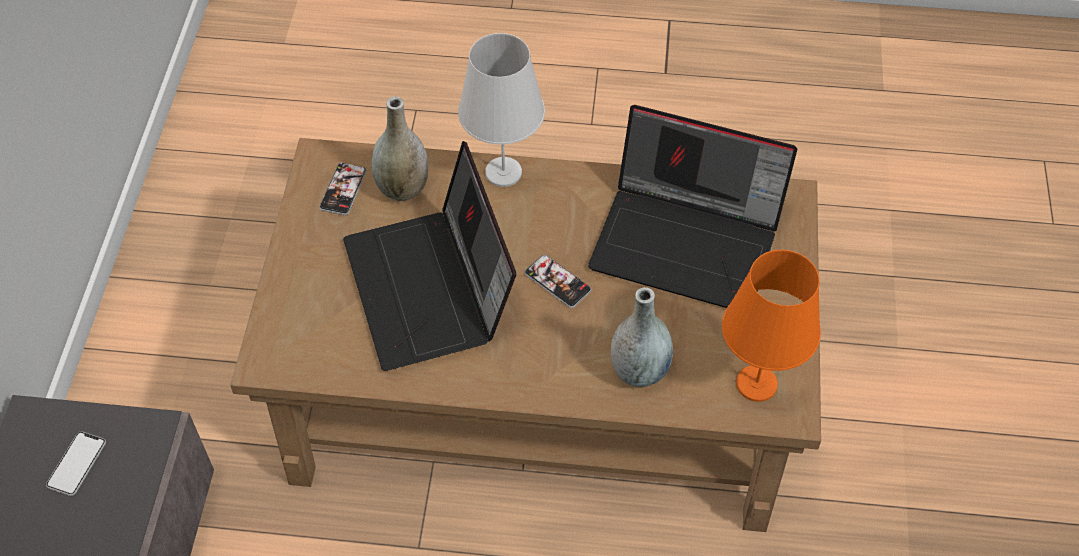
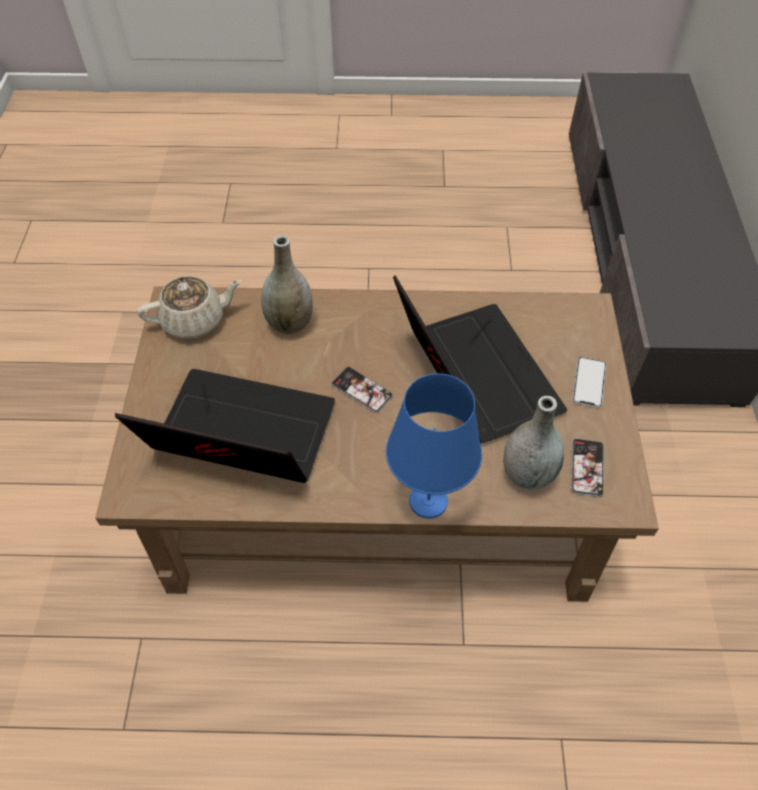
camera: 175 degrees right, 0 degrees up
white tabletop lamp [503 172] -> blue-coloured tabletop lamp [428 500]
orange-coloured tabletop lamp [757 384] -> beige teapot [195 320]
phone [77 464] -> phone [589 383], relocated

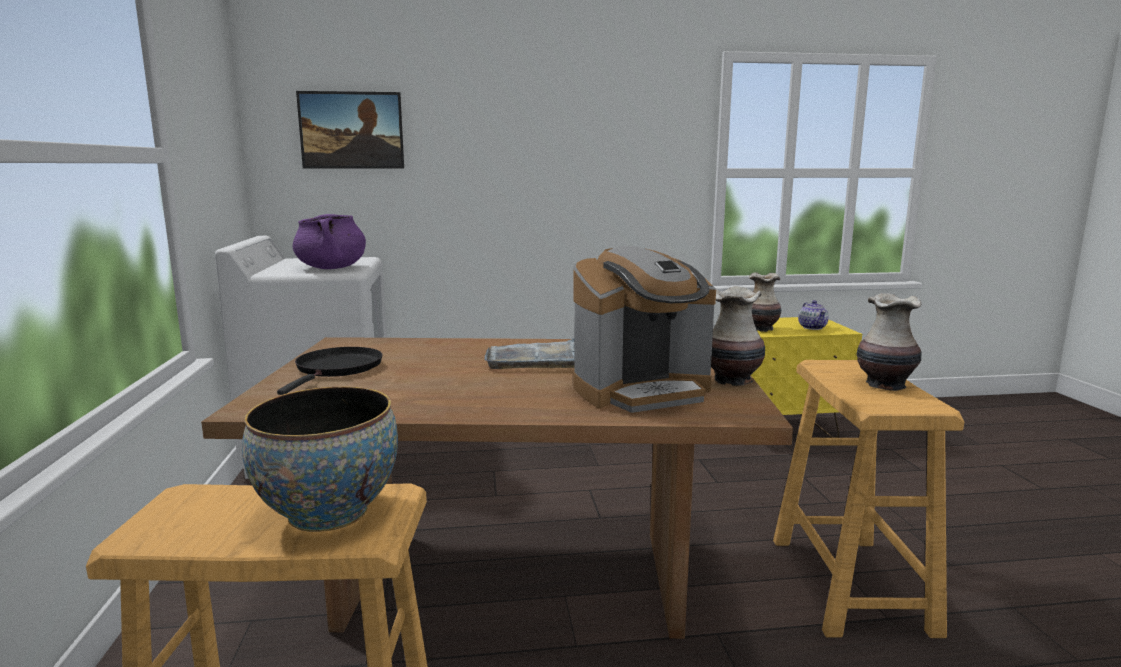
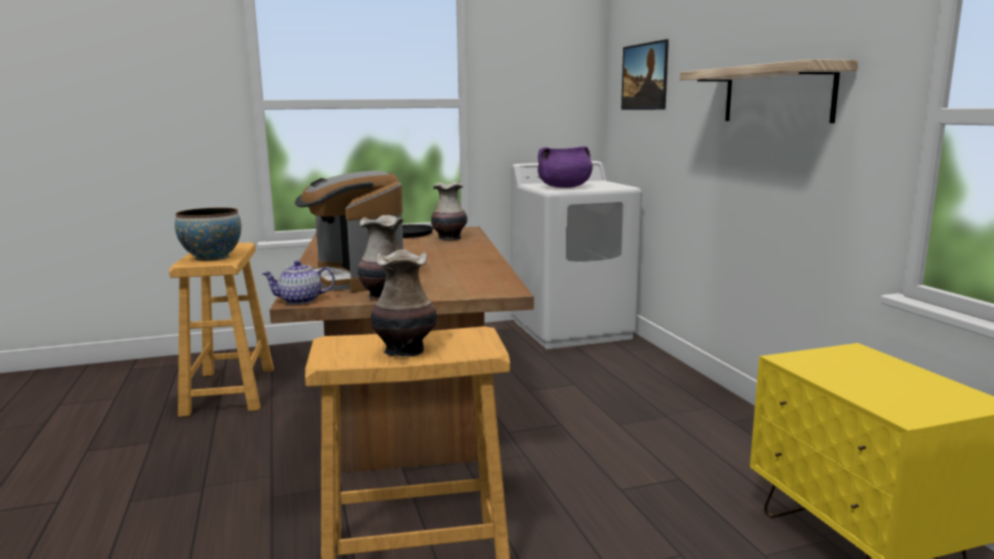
camera: 80 degrees right, 0 degrees up
decorative vase [761 329] -> decorative vase [449 238], relocated
teapot [812 327] -> teapot [301 300], relocated
greyish serving tray [538 358] -> none
none -> bracket shelf [777 94]

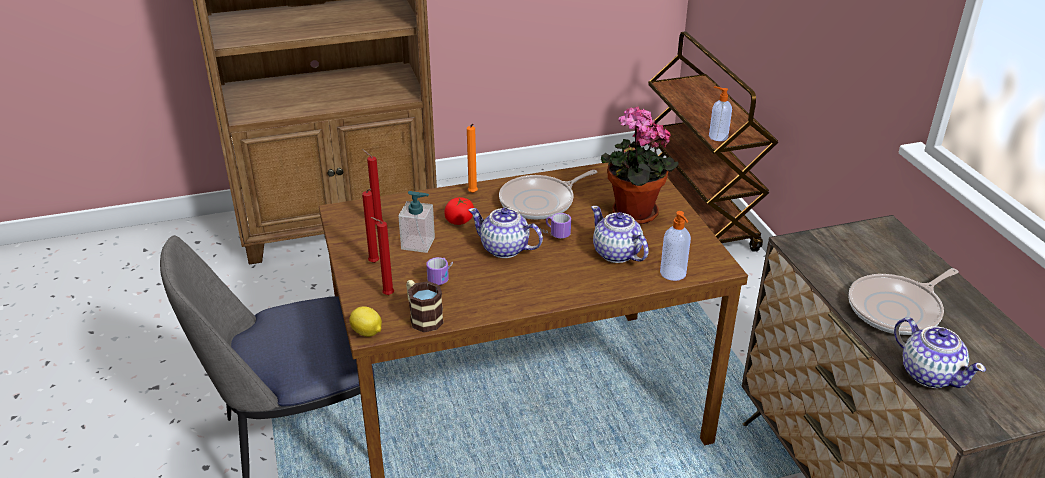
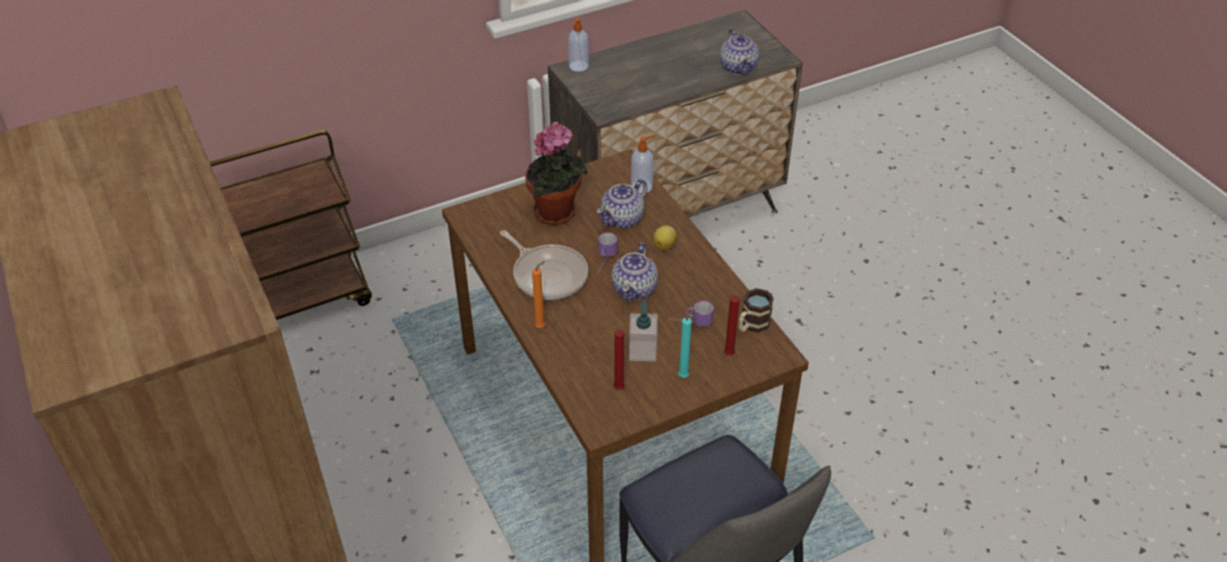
camera: 100 degrees left, 10 degrees up
liquid soap bottle [717 136] -> liquid soap bottle [578 66], relocated
red-coloured wax candle [375 263] -> turquoise wax candle [684 375]
whole tomato [459 221] -> none
frying pan [897 309] -> none
whole lemon [367 333] -> whole lemon [665 245], relocated
teapot [929 374] -> teapot [738 67], 120 degrees clockwise

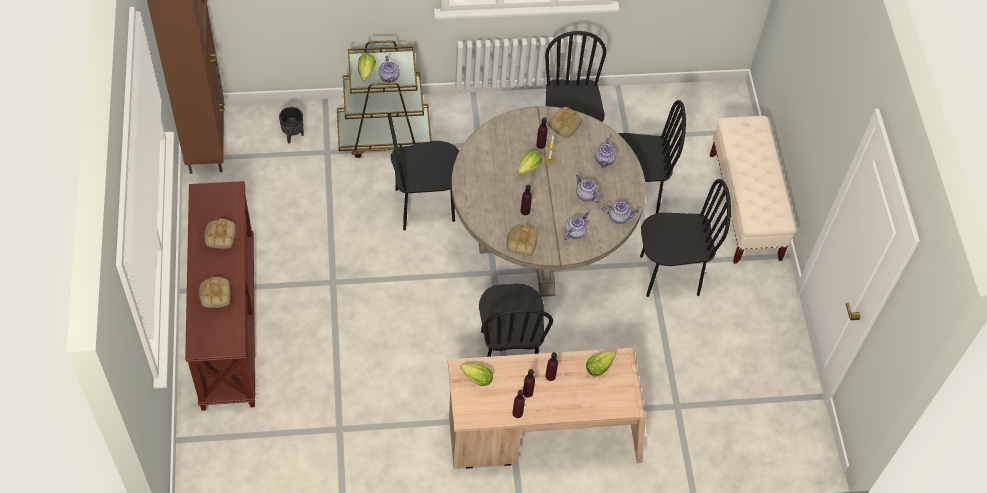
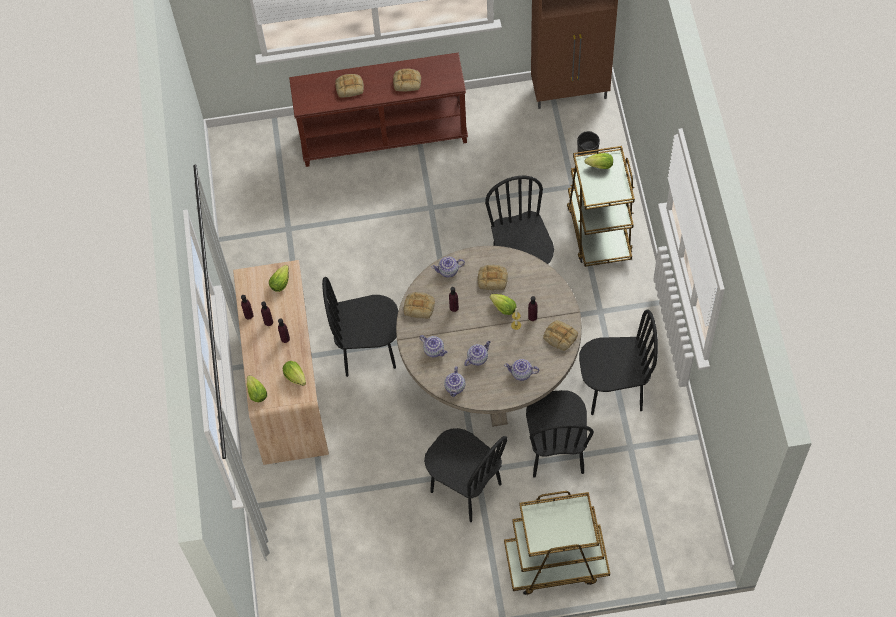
camera: 95 degrees right, 5 degrees up
teapot [389 76] -> teapot [448 270], relocated
beige long seat [745 207] -> brownish wheeled cart [555 562]
black plain chair [669 274] -> black plain chair [465 488], 45 degrees counterclockwise
none -> baked bread [493 279]
none -> lettuce head [256 392]

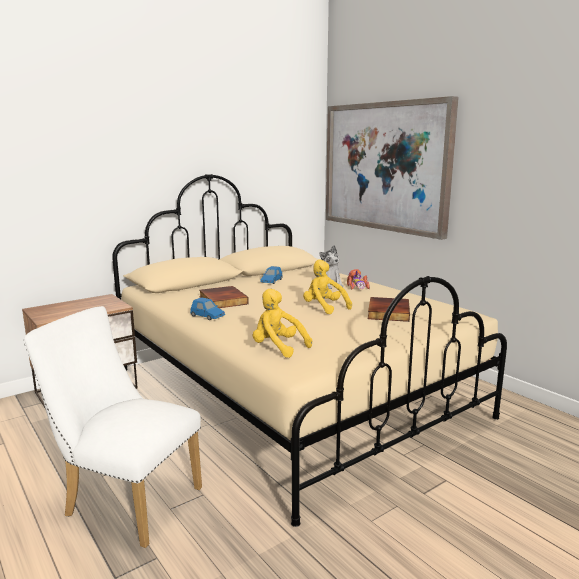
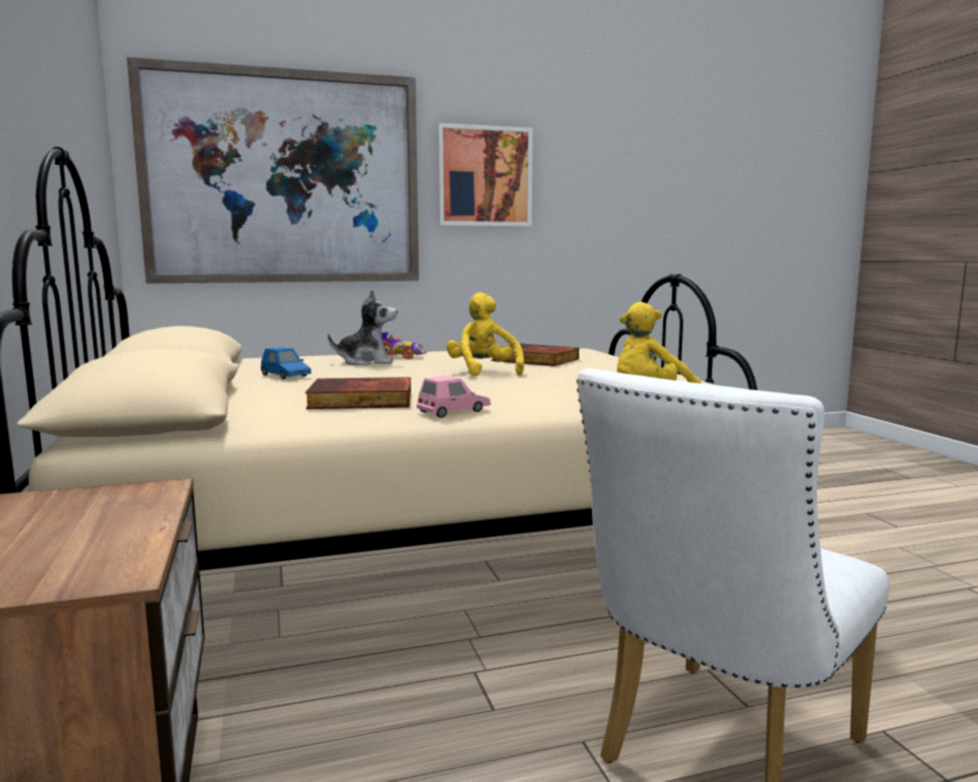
camera: 70 degrees left, 5 degrees down
yellow cuddly toy [324 308] -> yellow cuddly toy [483 372], 90 degrees clockwise
blue-coloured toy car [207 316] -> pinkish toy car [453 411]
none -> wall picture [484 176]

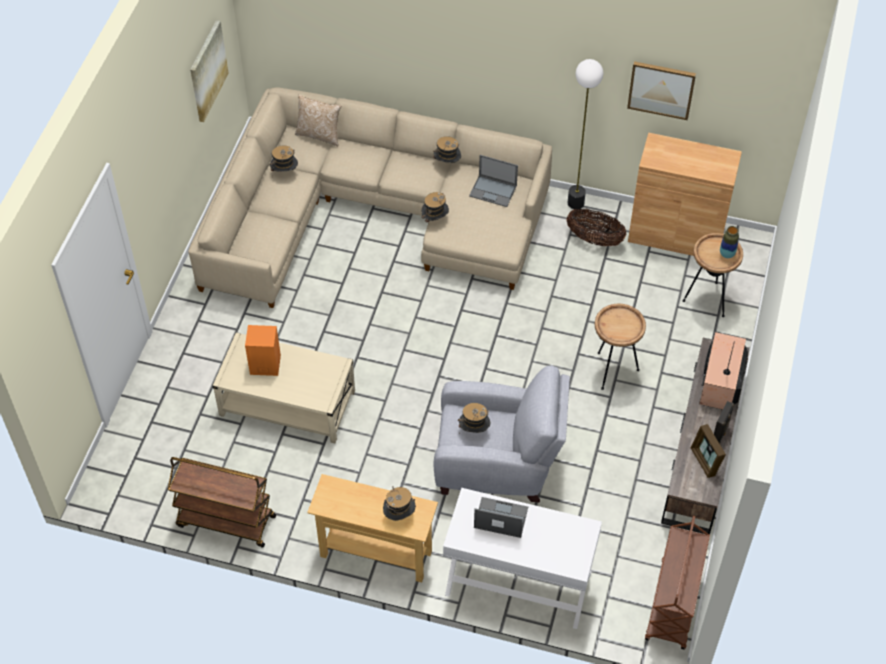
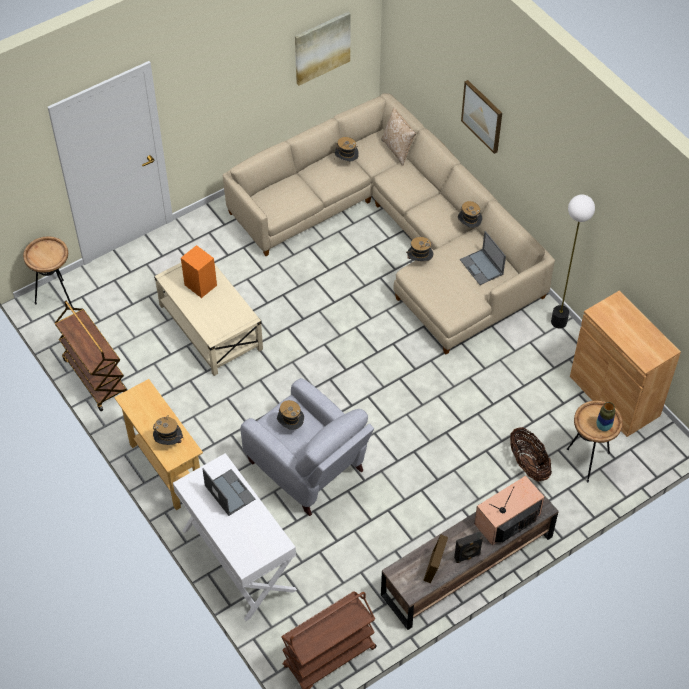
camera: 40 degrees right, 0 degrees up
wall picture [661 89] -> wall picture [482 116], relocated
household basket [594 239] -> household basket [528 464], relocated
brownish side table [613 370] -> brownish side table [57 297], relocated

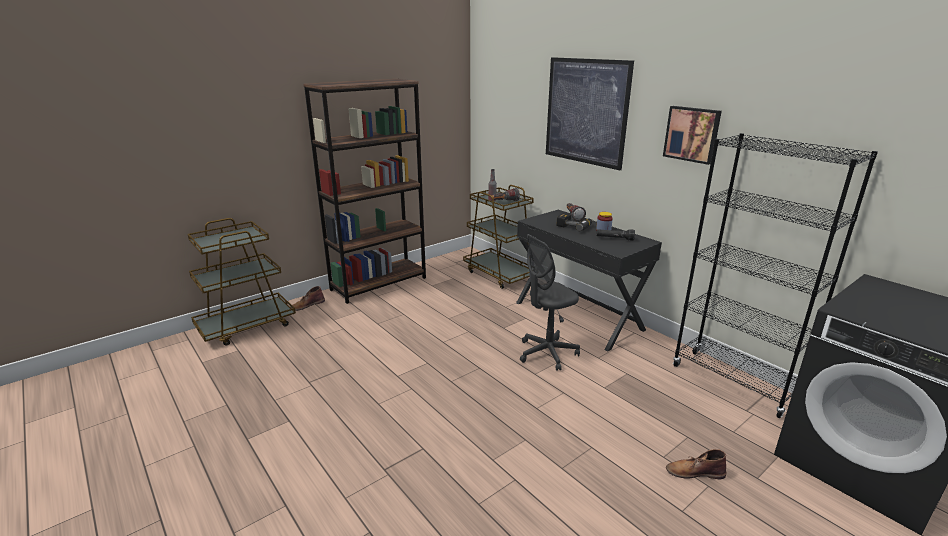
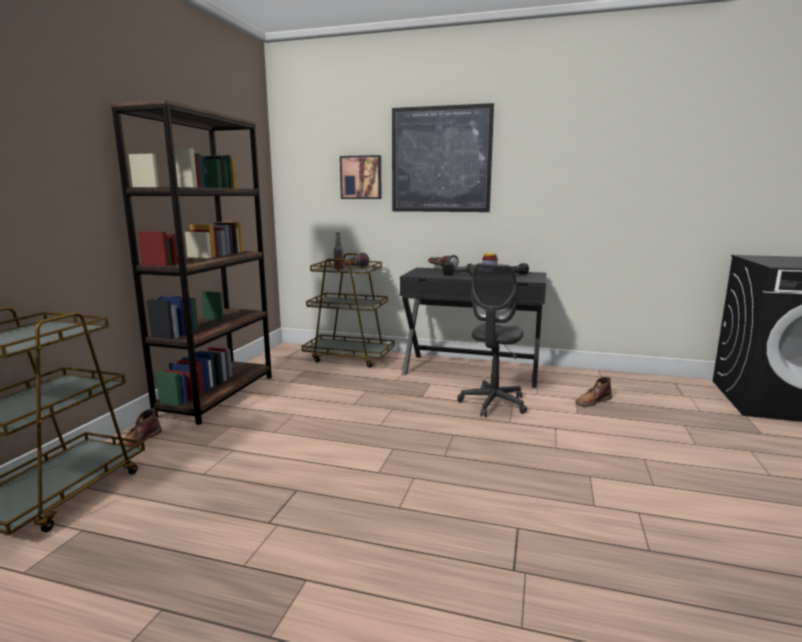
camera: 35 degrees left, 10 degrees down
wall picture [692 134] -> wall picture [361 177], relocated
black bookcase [733 382] -> none
brownish high-top boot [694 472] -> brownish high-top boot [592 401], relocated

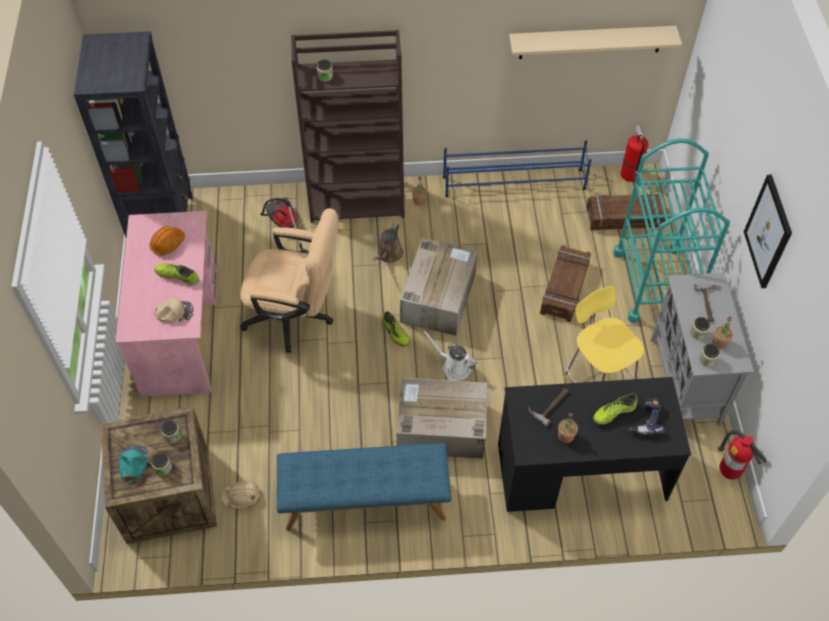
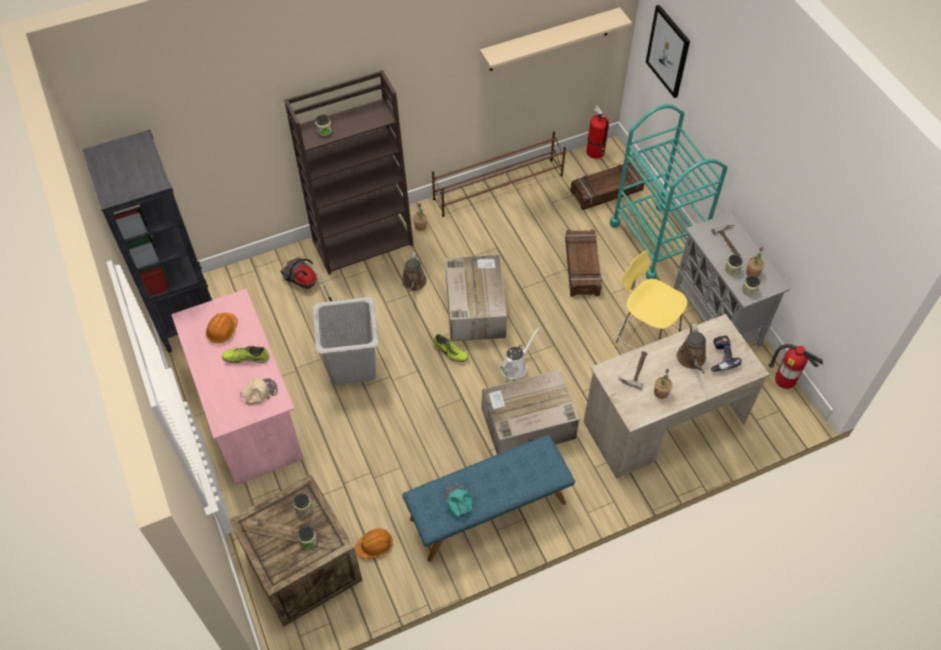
camera: 20 degrees left, 0 degrees up
blue-coloured shoe shelf [514 183] -> brownish shoe shelf [499 187]
wall picture [768 232] -> wall picture [668 51], relocated
beige office chair [296 317] -> greyish washing basket [353 365]
white sprinkling can [454 367] -> white sprinkling can [515 366], 120 degrees clockwise
black desk [580 472] -> beige desk [663 423]
shoe [613 412] -> brownish sprinkling can [691 359]
turquoise peaked cap [133 464] -> turquoise peaked cap [458 502], relocated
beige work helmet [242 497] -> orange-coloured work helmet [375 545]

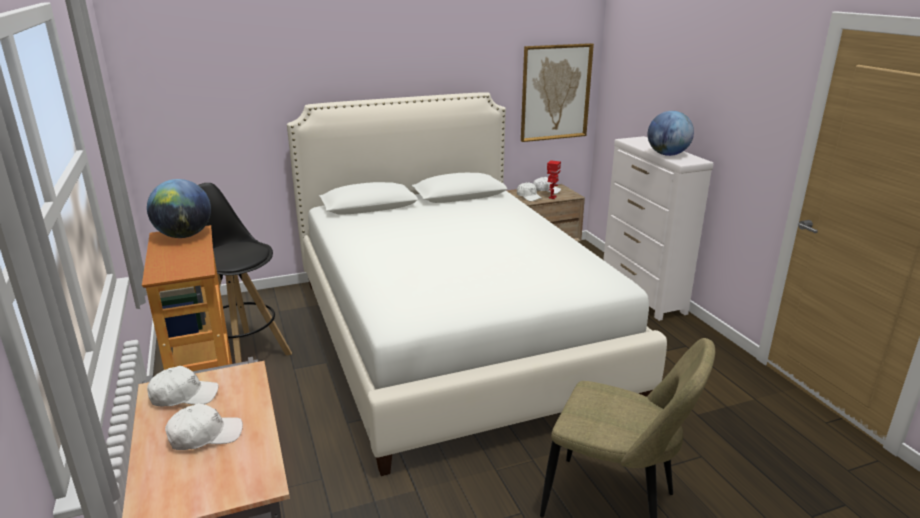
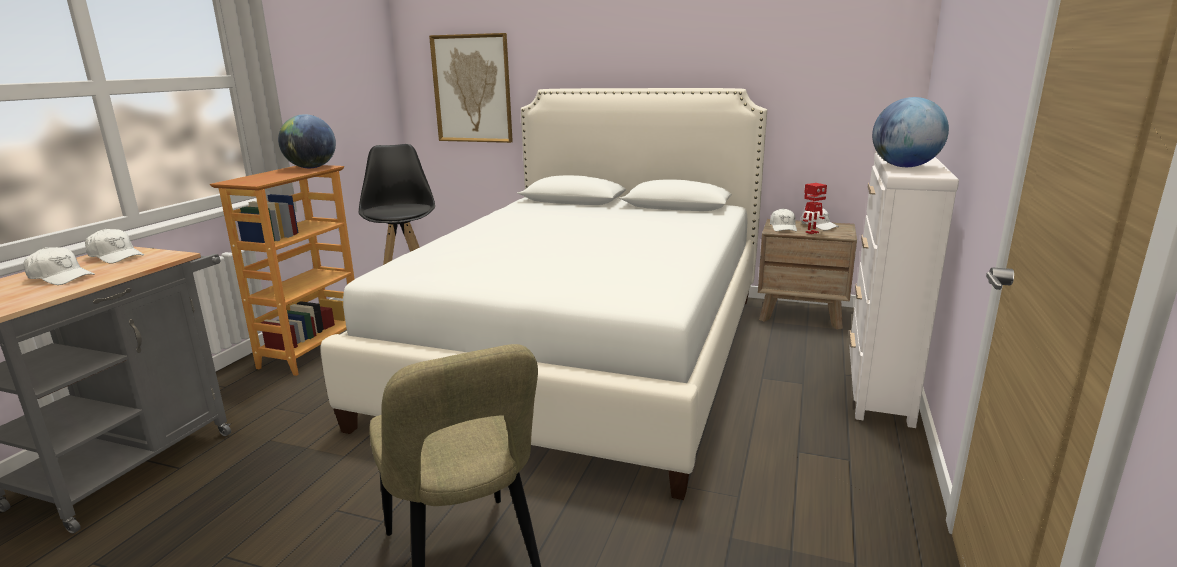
camera: 40 degrees right, 5 degrees down
wall picture [555 92] -> wall picture [472 89], relocated

